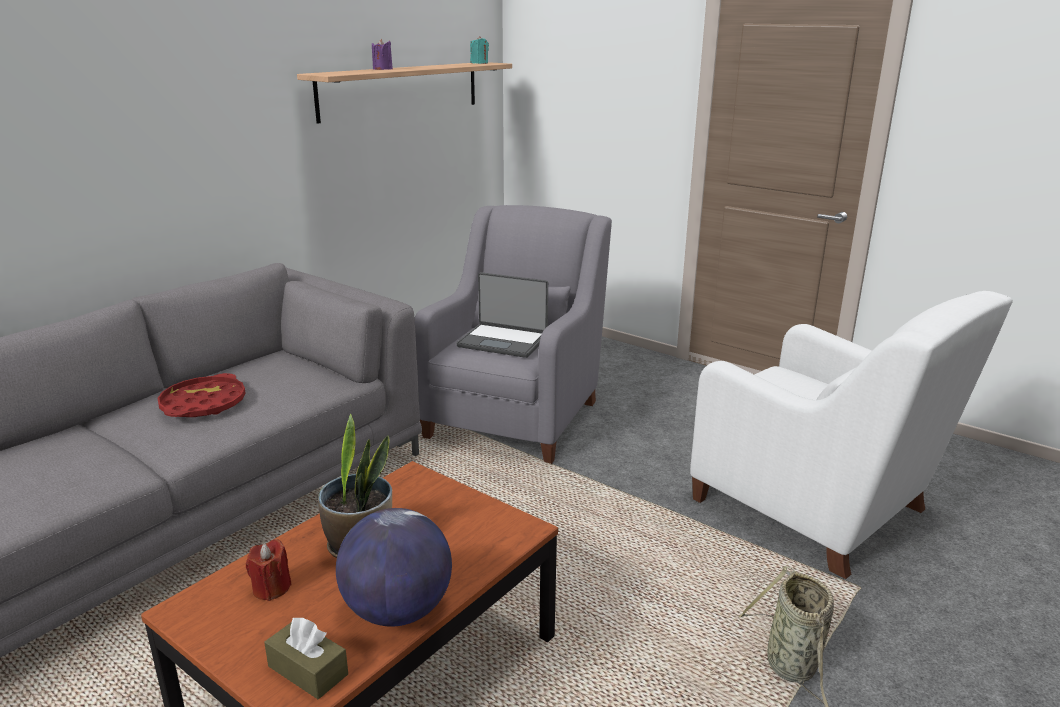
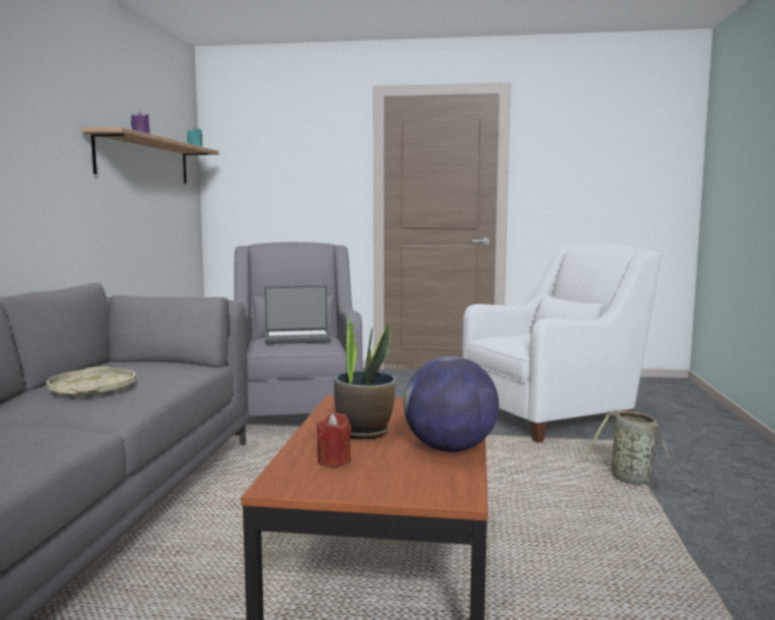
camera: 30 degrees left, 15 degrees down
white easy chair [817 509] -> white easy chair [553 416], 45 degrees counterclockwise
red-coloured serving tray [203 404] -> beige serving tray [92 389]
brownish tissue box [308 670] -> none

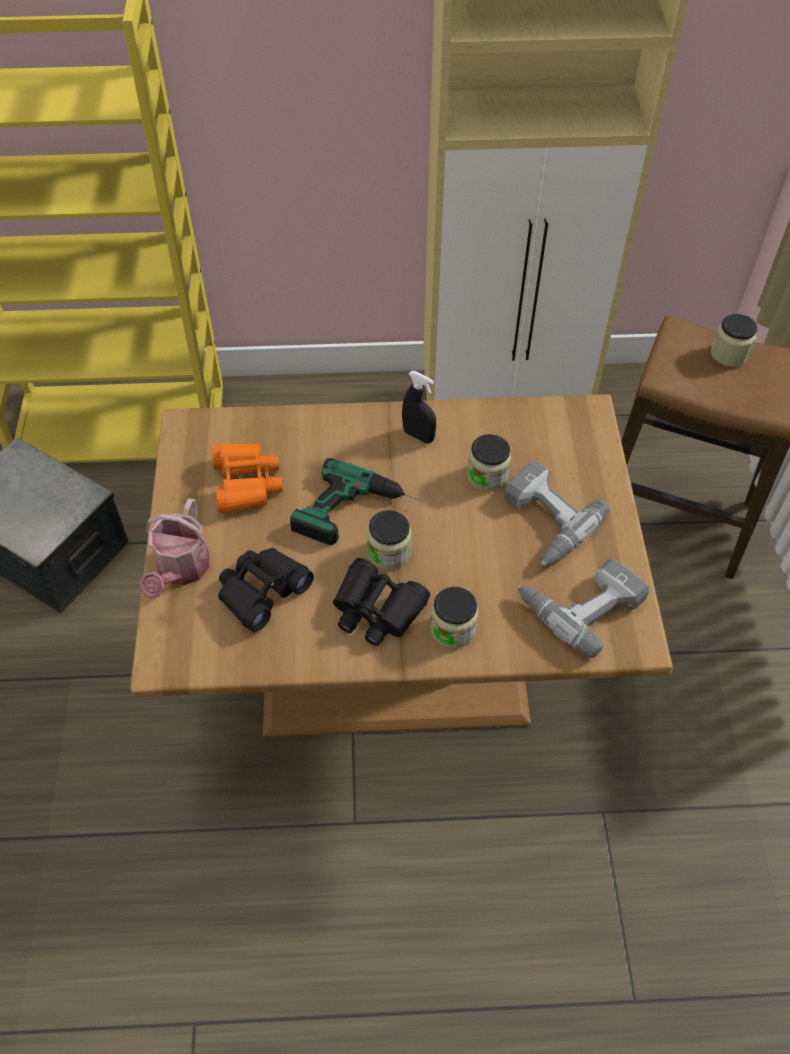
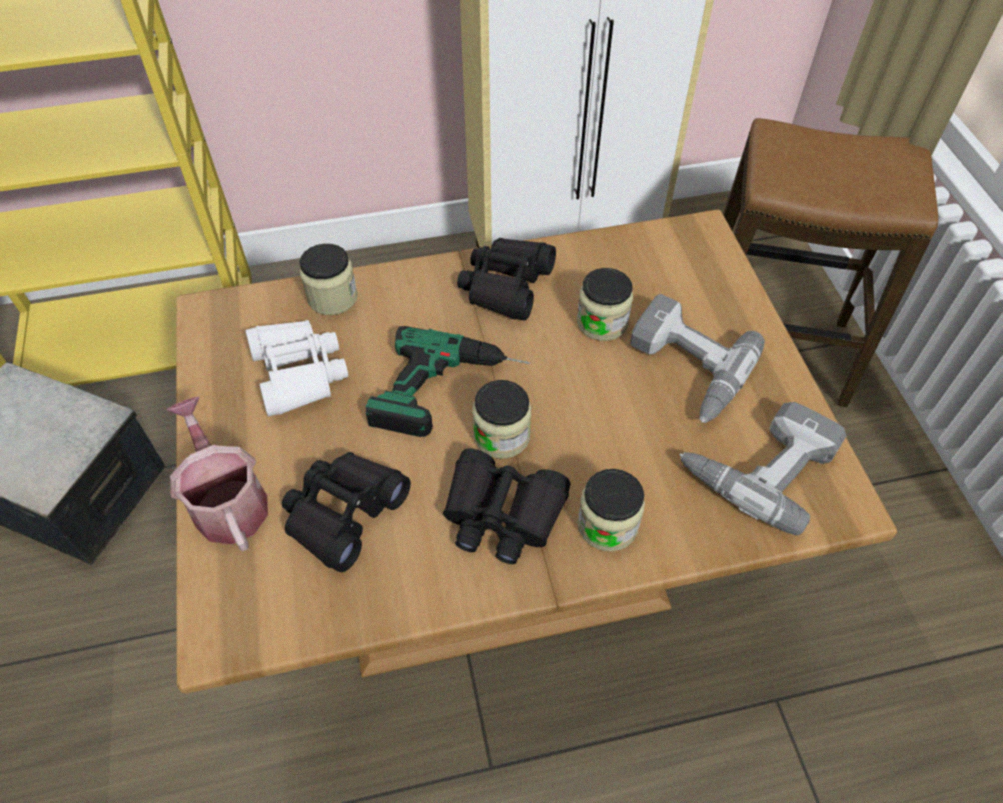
camera: 10 degrees left, 0 degrees up
jar [729 354] -> jar [332 297], relocated
black hand sprayer [418 435] -> black pair of binoculars [506 285]
orange-coloured pair of binoculars [246 483] -> white pair of binoculars [298 373]
sprinkling can [180 570] -> sprinkling can [227 501], 150 degrees clockwise

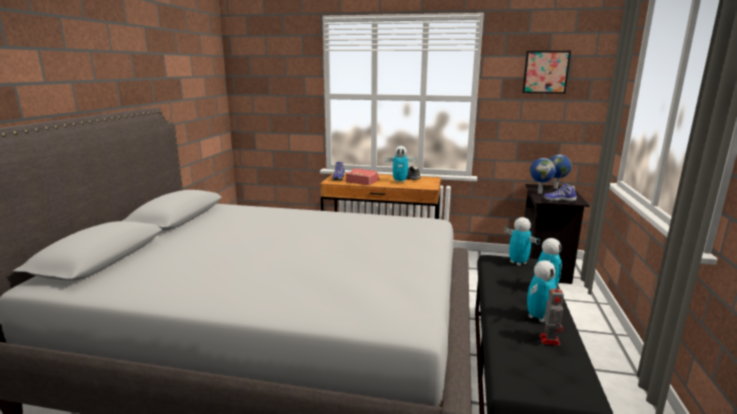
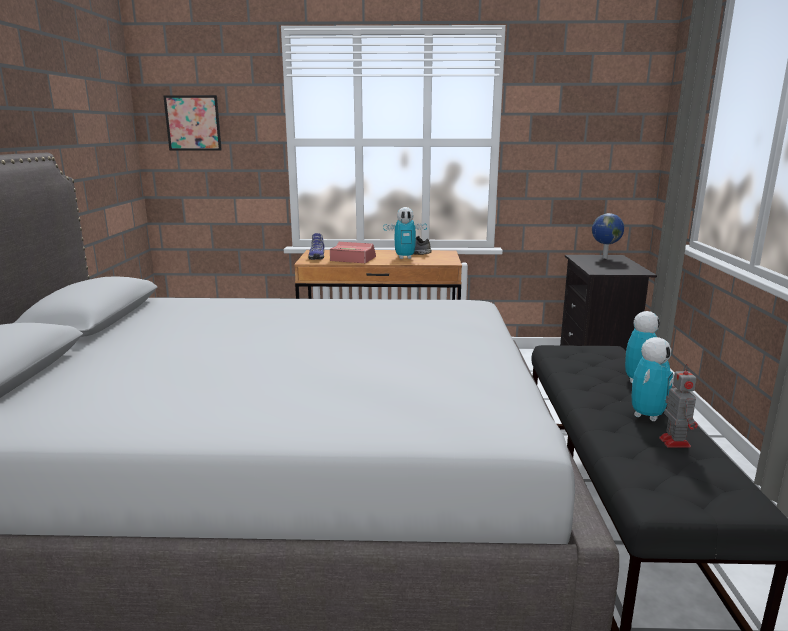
camera: 10 degrees left, 0 degrees up
wall picture [545 72] -> wall picture [193 123], relocated
desk globe [539 192] -> none
shoe [558 200] -> none
robot figure [518 263] -> none

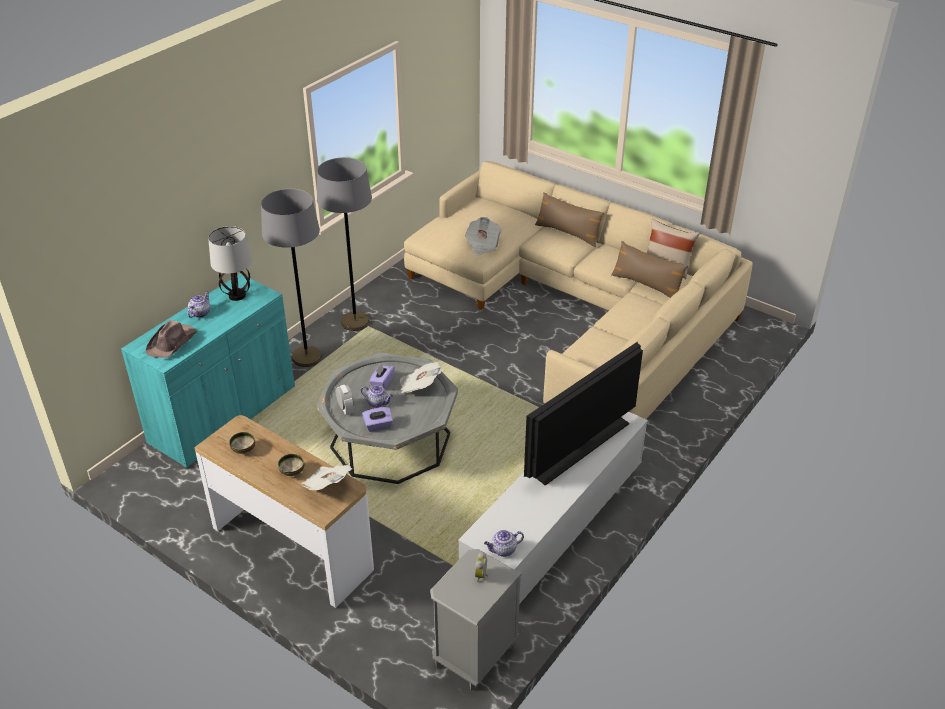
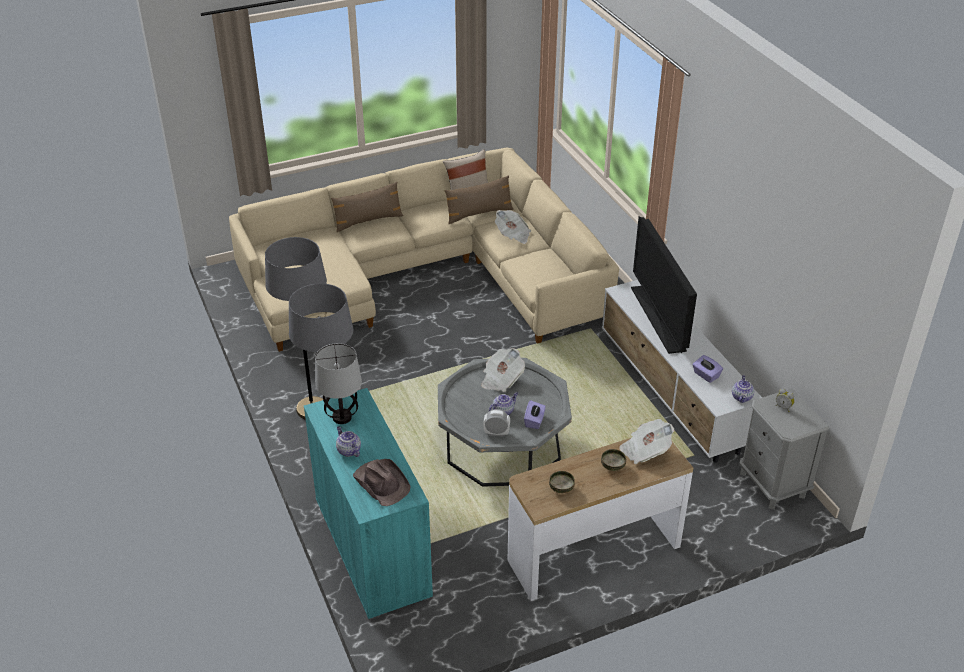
camera: 60 degrees left, 0 degrees up
daily paper [482 245] -> daily paper [513 235], relocated
purple-coloured tissue box [382 383] -> purple-coloured tissue box [706 375], relocated

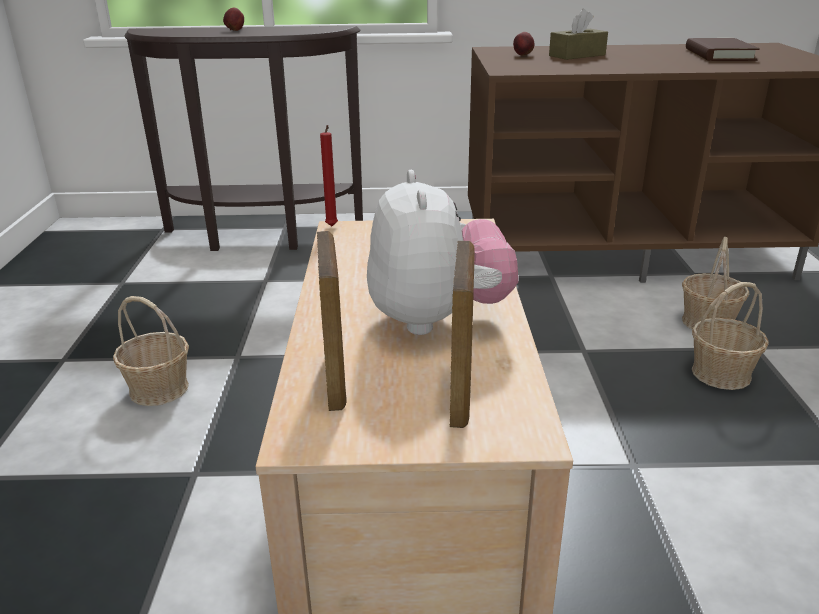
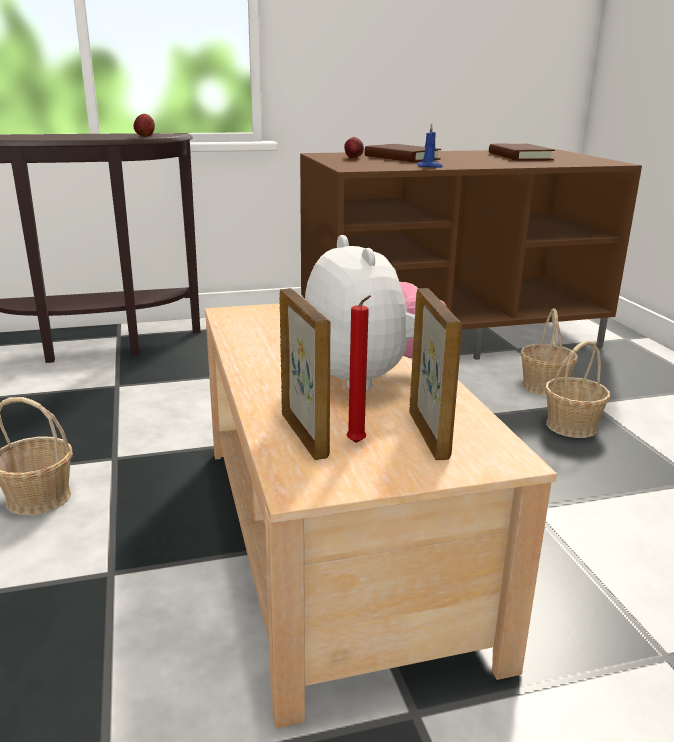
camera: 15 degrees left, 5 degrees down
whole apple [235 30] -> whole apple [145 136], relocated
brownish tissue box [577 55] -> brownish bound book [401 158]
red-coloured wax candle [332 227] -> red-coloured wax candle [357 444], relocated
none -> blue-coloured wax candle [430 167]

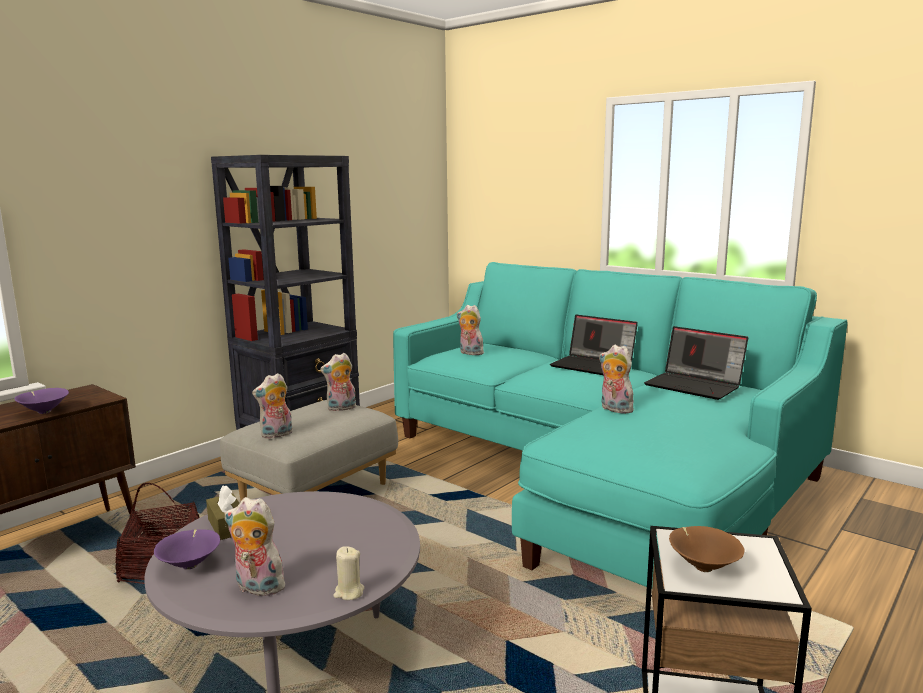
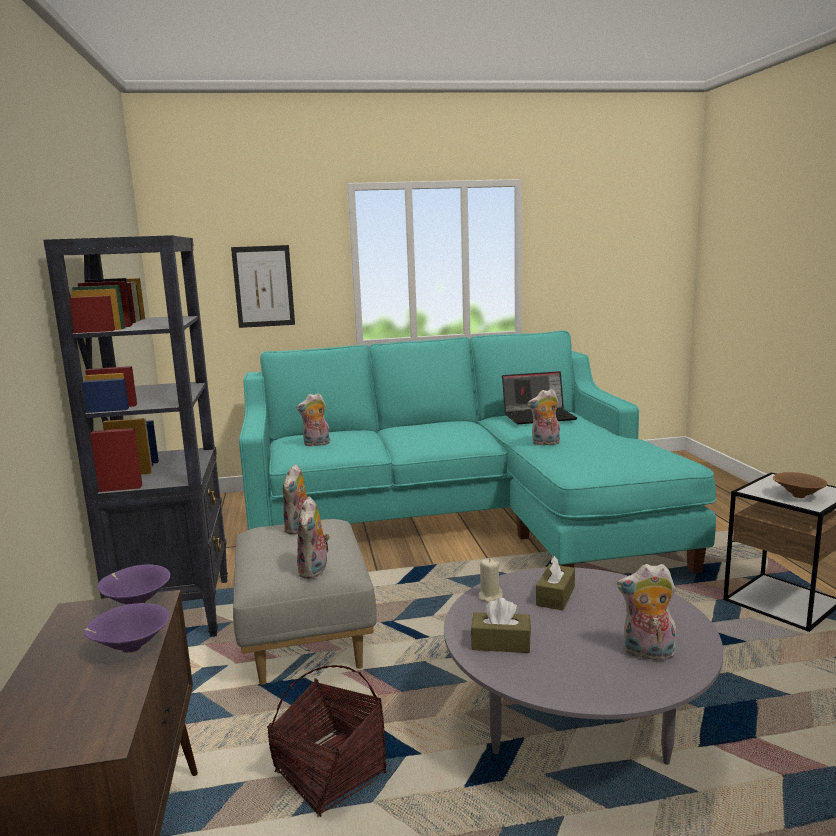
camera: 50 degrees left, 0 degrees up
portable computer [594 366] -> none
cuddly toy [257 588] -> cuddly toy [647 653], 45 degrees clockwise
purple-coloured bowl [190 565] -> purple-coloured bowl [136 603], relocated
beige wax candle [349 592] -> beige wax candle [490 596], relocated
none -> wall picture [263 286]
none -> brownish tissue box [555 596]

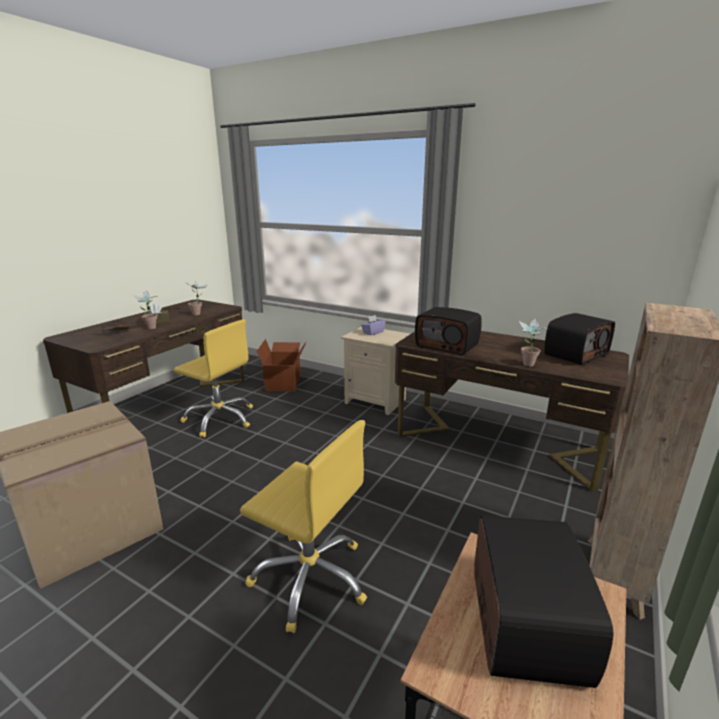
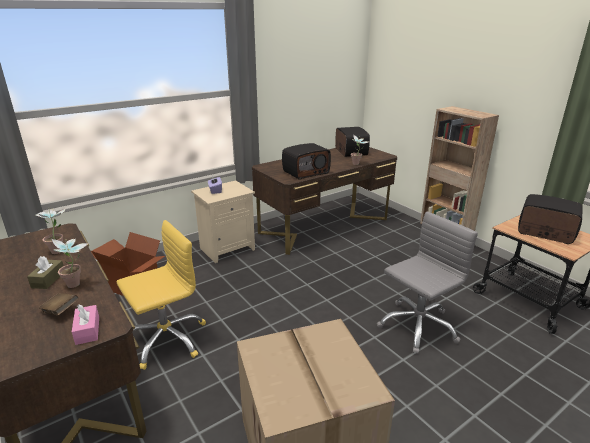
camera: 65 degrees left, 5 degrees up
yellow office chair [310 577] -> greyish office chair [417 326]
none -> pinkish tissue box [87 330]

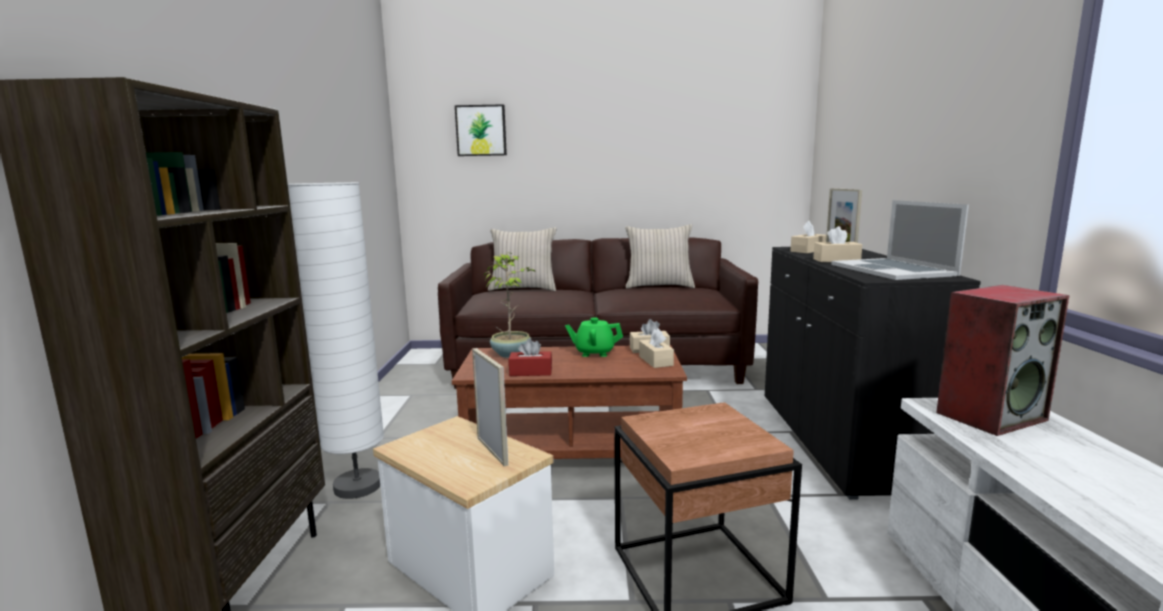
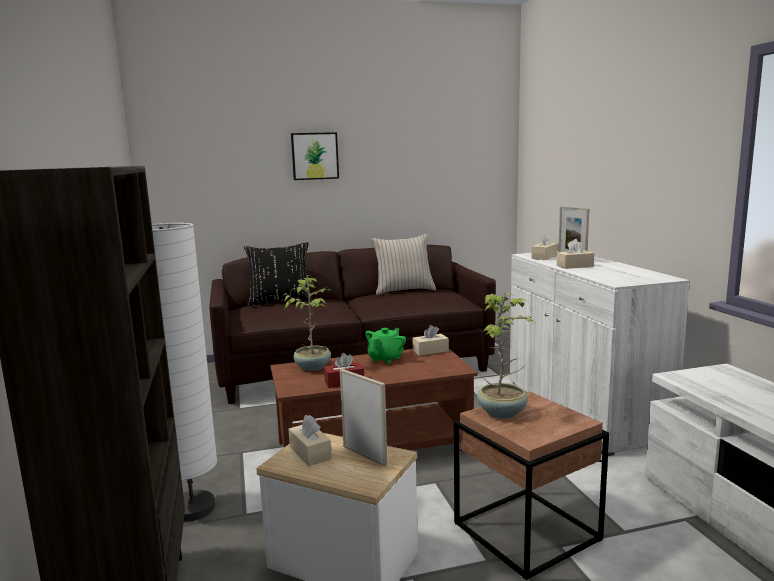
camera: 15 degrees left, 0 degrees up
wall picture [481 130] -> wall picture [314 156], relocated
portable computer [892 270] -> none
beige throw pillow [523 289] -> black throw pillow [280 302]
black cupboard [840 440] -> white cupboard [581 409]
speaker [990 416] -> none
green teapot [594 352] -> green teapot [386 358], 135 degrees clockwise
beige tissue box [655 361] -> beige tissue box [310 453], relocated
none -> plant in a pot [503 412]

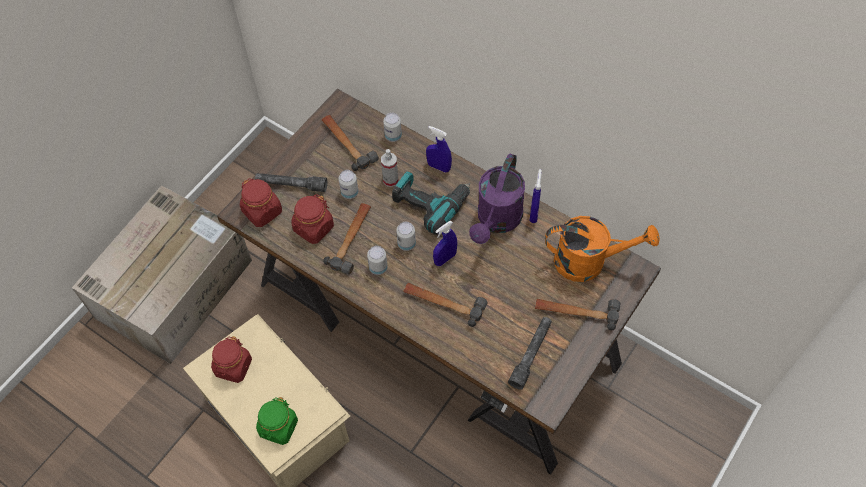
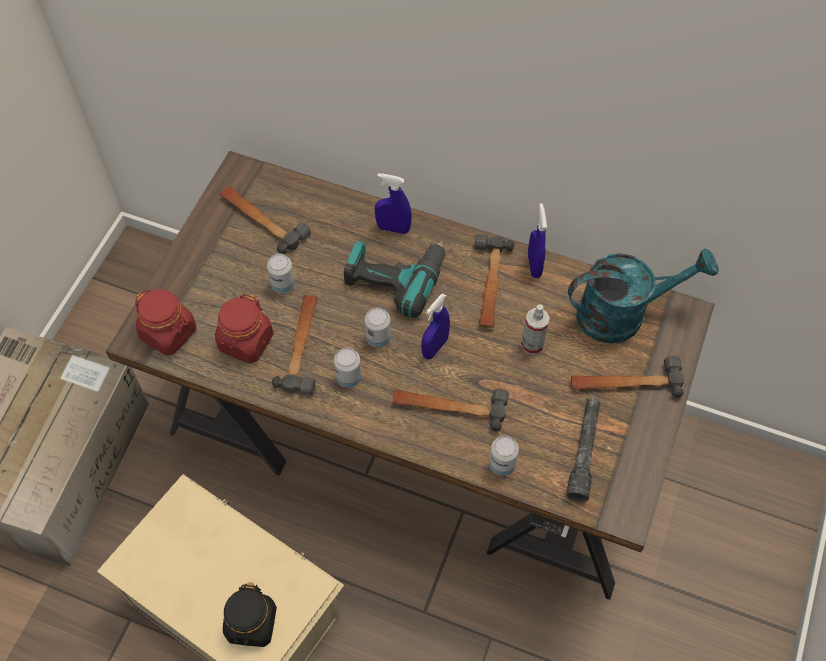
camera: 15 degrees left, 0 degrees up
sealed can [393 136] -> sealed can [501 464], relocated
hand sprayer [390 180] -> hand sprayer [532 344], relocated
purple-coloured sprinkling can [497 221] -> hand hammer [489 284]
greyish torch [291 185] -> none
orange-coloured sprinkling can [589 261] -> turquoise sprinkling can [623 313]
red-coloured jar [233 367] -> none
green jar [278 427] -> black jar [251 624]

